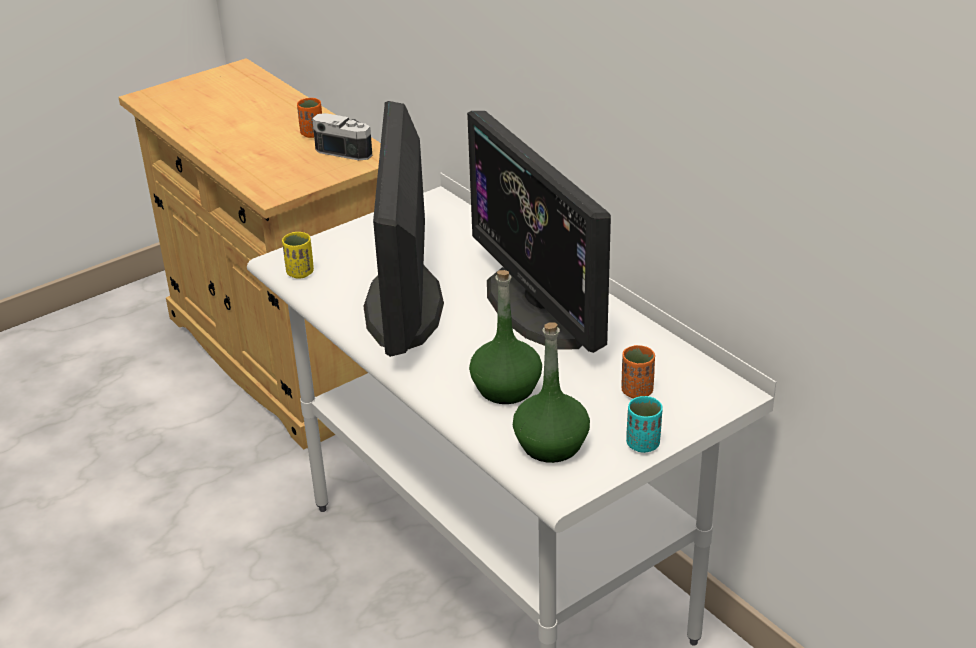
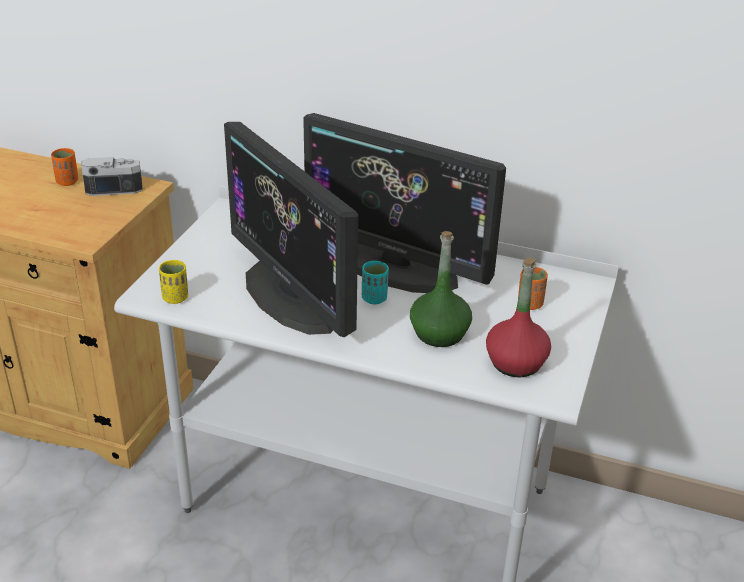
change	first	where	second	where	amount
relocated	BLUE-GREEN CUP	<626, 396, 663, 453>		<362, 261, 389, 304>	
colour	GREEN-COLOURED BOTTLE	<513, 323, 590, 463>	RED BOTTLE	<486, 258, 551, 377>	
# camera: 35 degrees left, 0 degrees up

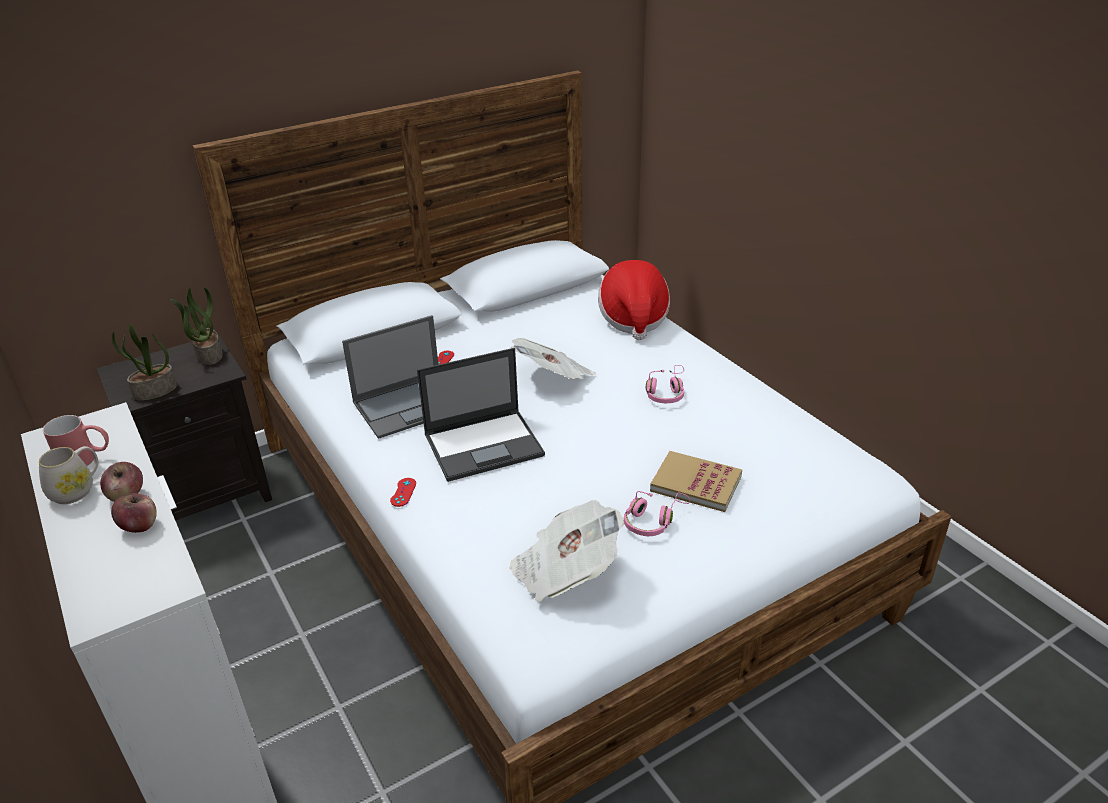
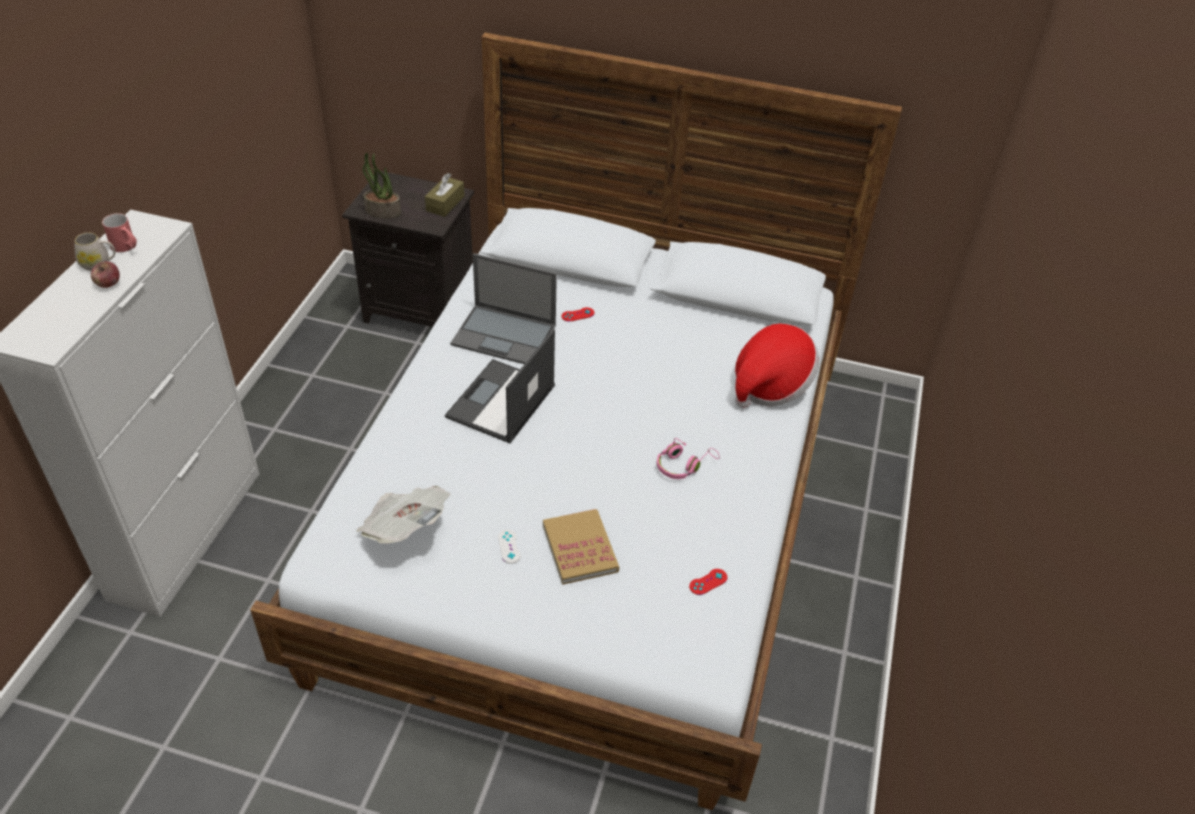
change	first	where	second	where	amount
exchanged	PLANT IN A POT	<170, 287, 223, 365>	BROWN TISSUE BOX	<425, 173, 465, 217>	
spun	NOTEBOOK COMPUTER	<417, 348, 545, 482>		<445, 329, 555, 443>	90 degrees clockwise
exchanged	PINK-COLOURED PAIR OF HEADPHONES	<624, 491, 690, 536>	WHITE-COLOURED GAMEPAD	<498, 530, 521, 564>	
relocated	RED GAMEPAD	<390, 478, 416, 507>		<689, 569, 727, 595>	
missing	APPLE	<111, 493, 157, 533>			
missing	DAILY PAPER	<511, 338, 596, 379>			
# camera: 45 degrees right, 10 degrees up

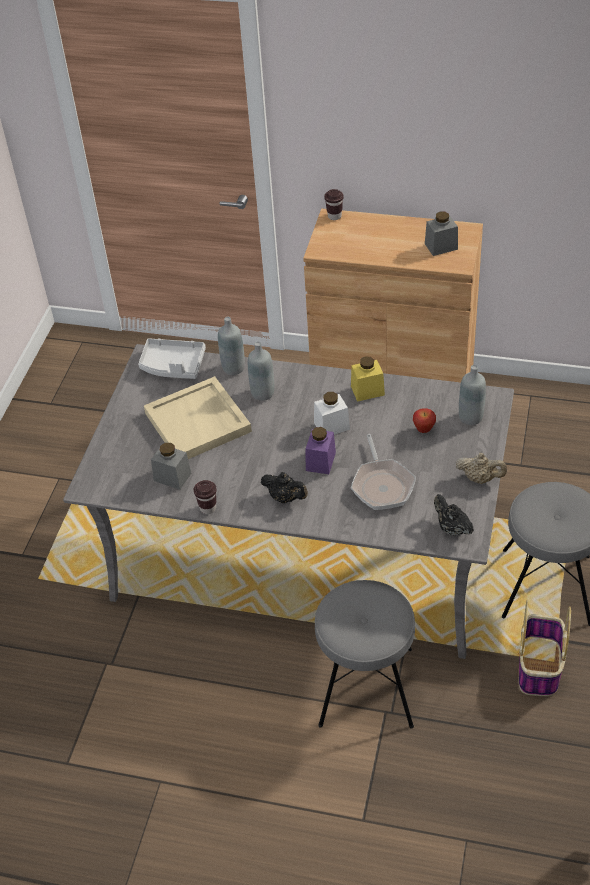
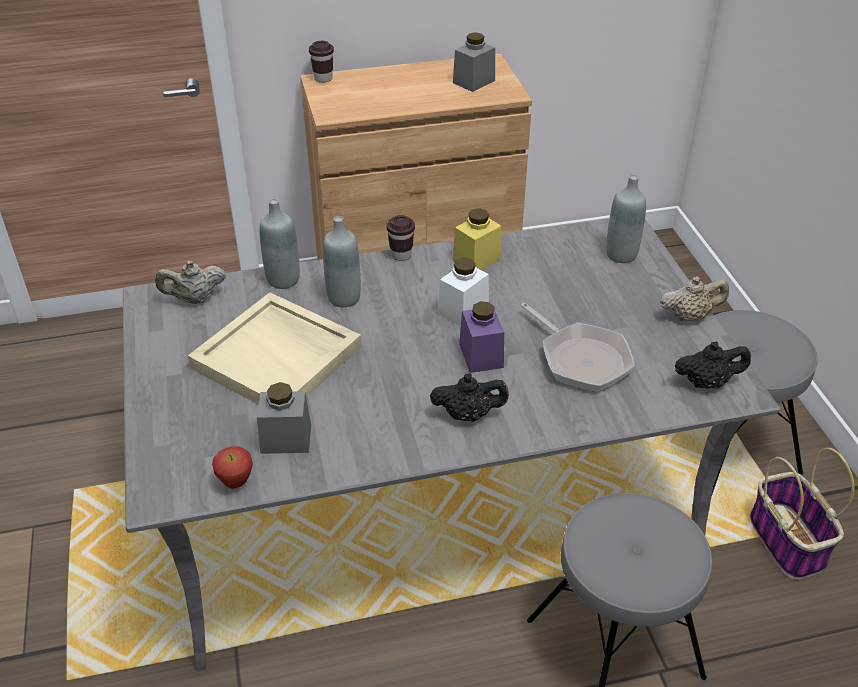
change	first	where	second	where	amount
exchanged	GREY SERVING TRAY	<138, 338, 206, 379>	BEIGE-COLOURED TEA POT	<155, 261, 226, 304>	
relocated	APPLE	<413, 408, 436, 433>		<212, 446, 253, 489>	
relocated	BROWN CUP	<194, 480, 217, 514>		<386, 215, 415, 261>	
spun	BLACKISH TEA POT	<434, 494, 474, 536>		<675, 342, 751, 388>	150 degrees clockwise
# camera: 30 degrees left, 5 degrees down

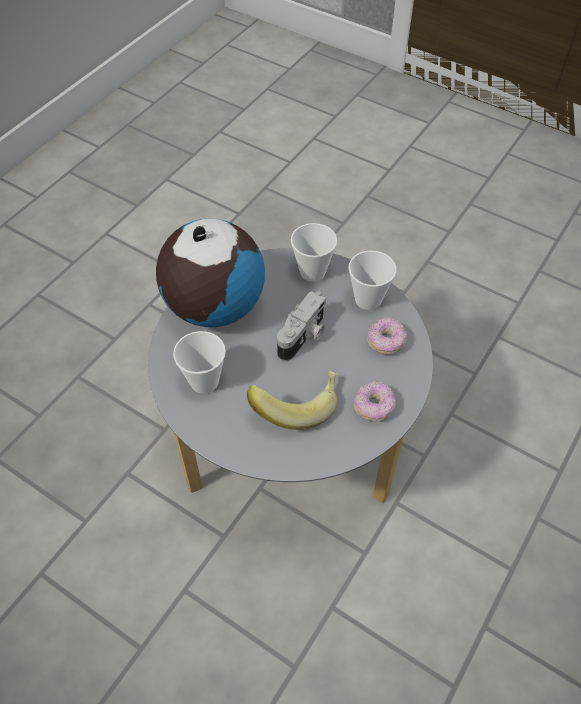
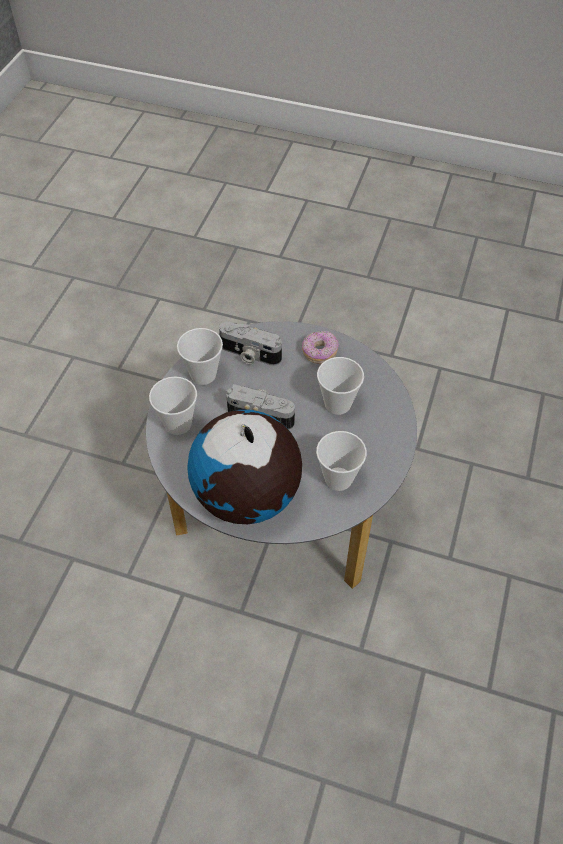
change	first	where	second	where	amount
exchanged	DOUGHNUT	<367, 317, 407, 354>	STILL CAMERA	<219, 321, 282, 366>	
exchanged	BANANA FRUIT	<247, 371, 338, 430>	CUP	<317, 357, 364, 415>	
# camera: 105 degrees left, 0 degrees up

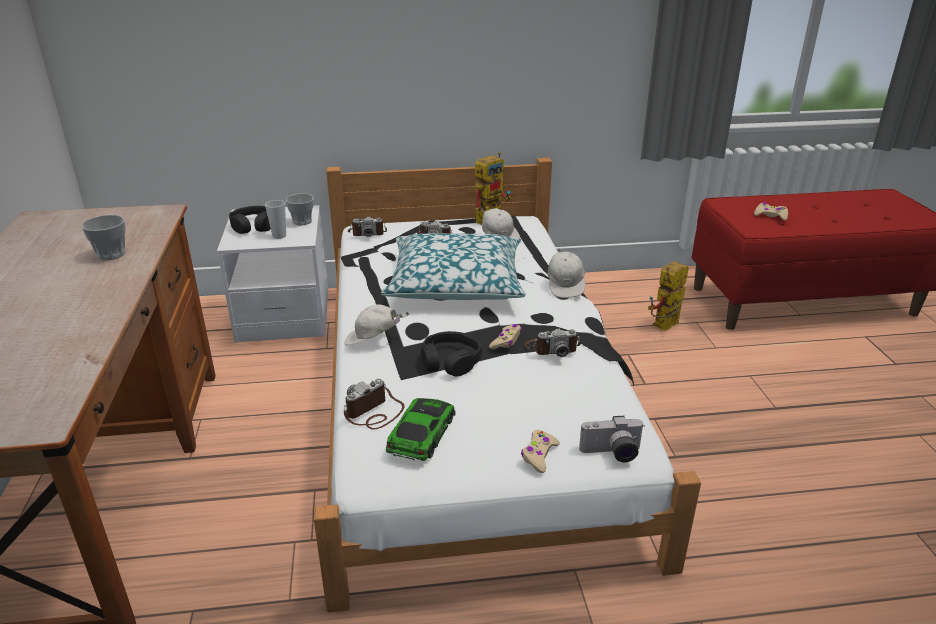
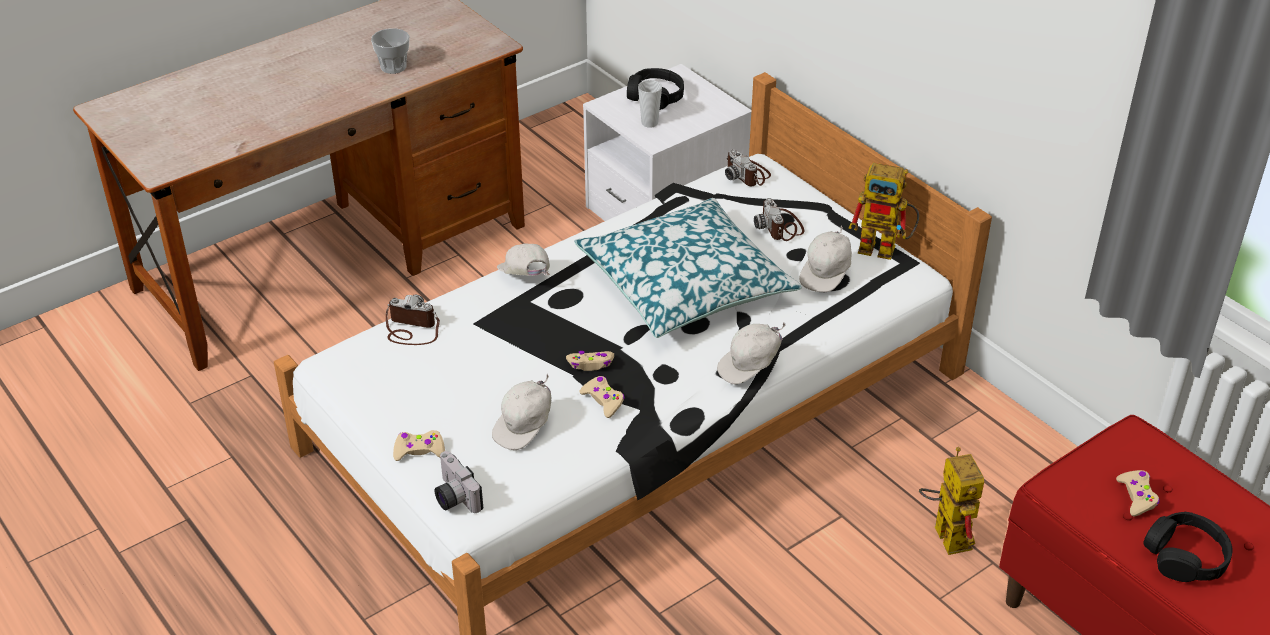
change	first	where	second	where	amount
appeared			WHITE-COLOURED PEAKED CAP	<492, 375, 552, 450>	
exchanged	STILL CAMERA	<525, 328, 581, 357>	BEIGE-COLOURED GAMEPAD	<580, 376, 625, 418>	
spun	ROBOT FIGURE	<648, 261, 689, 331>		<919, 447, 984, 555>	60 degrees clockwise
relocated	BLACKISH PAIR OF HEADPHONES	<421, 331, 482, 377>		<1143, 512, 1233, 582>	
missing	CUP	<285, 193, 314, 225>			
missing	MODEL CAR	<386, 398, 456, 461>			
# camera: 60 degrees right, 10 degrees up

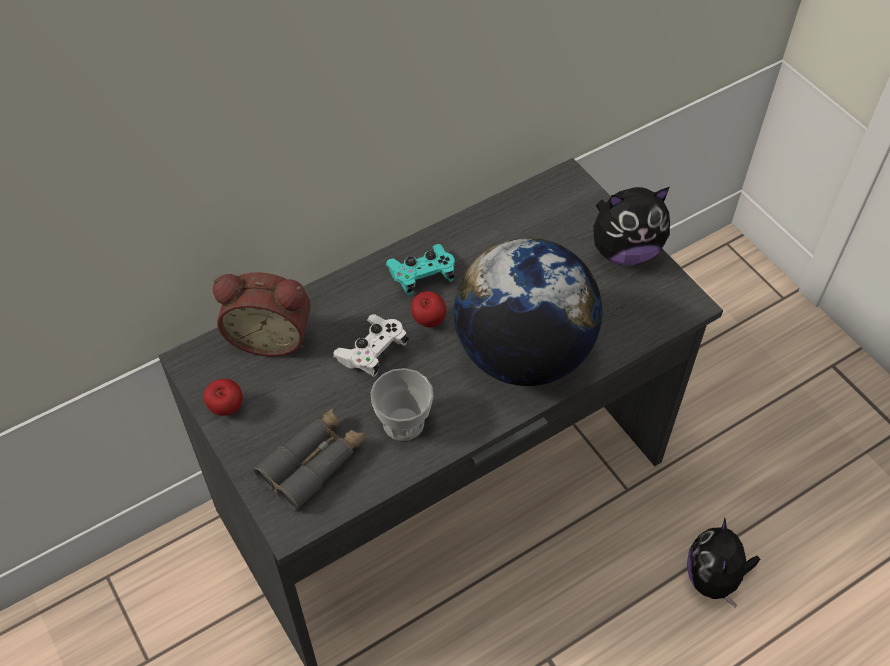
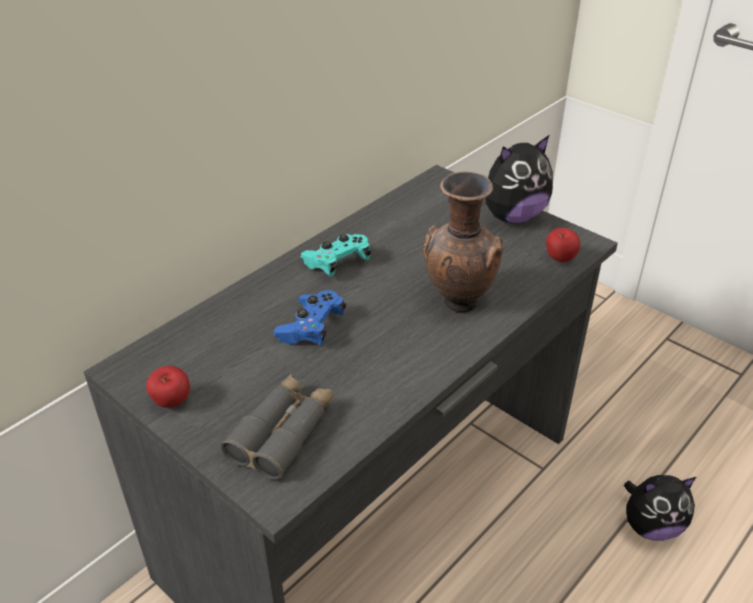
change	first	where	second	where	amount
colour	WHITE-COLOURED GAMEPAD	<333, 314, 408, 377>	BLUE GAMEPAD	<274, 290, 346, 345>	
exchanged	DESK GLOBE	<454, 238, 602, 386>	BROWN VASE	<423, 171, 503, 312>	
relocated	APPLE	<411, 291, 446, 327>		<546, 228, 580, 262>	
spun	PLUSH TOY	<687, 517, 760, 607>		<624, 475, 696, 541>	90 degrees counterclockwise
missing	BEDSIDE CLOCK	<213, 272, 311, 357>			
missing	CUP	<371, 368, 434, 441>			
# camera: 15 degrees left, 15 degrees down

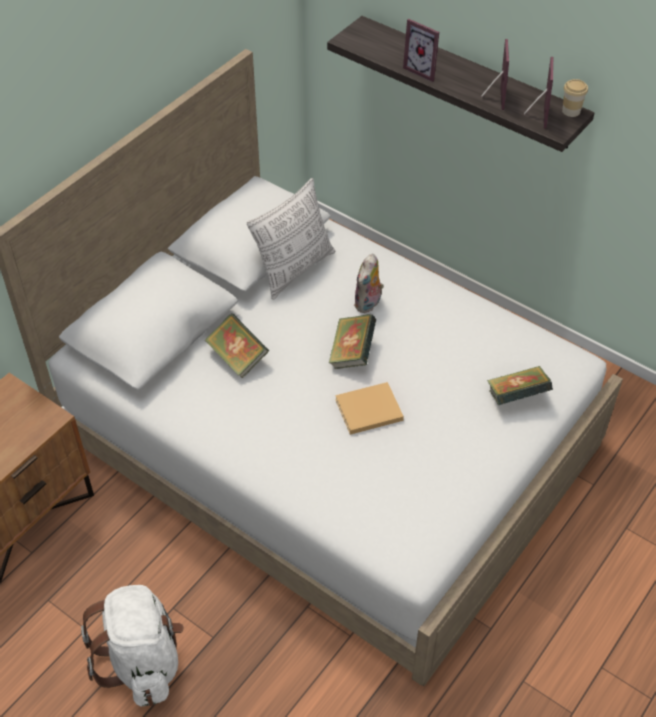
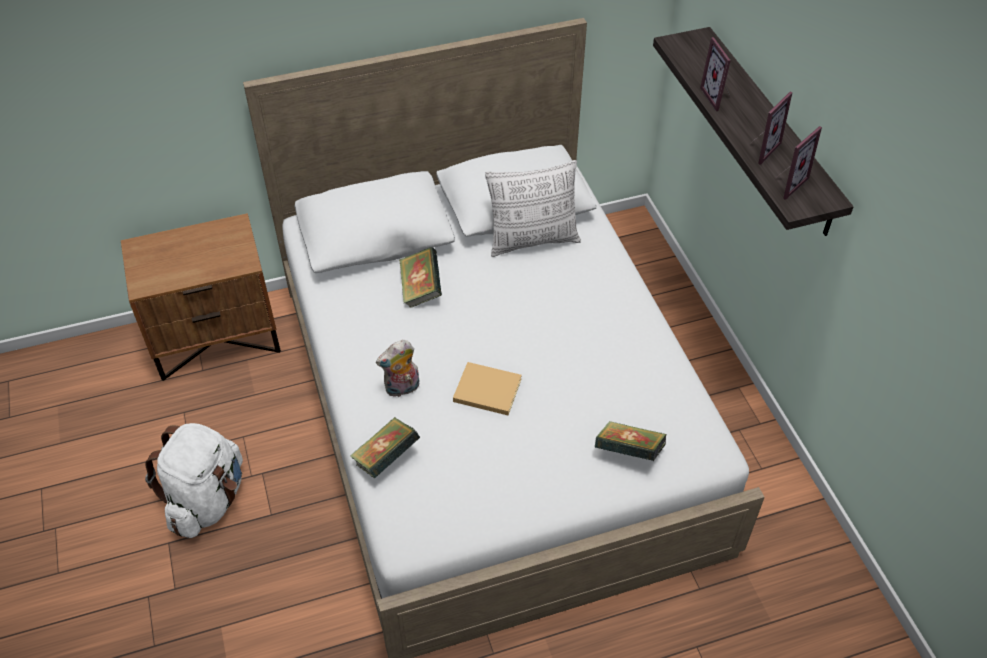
change	first	where	second	where	amount
relocated	VOLUME	<329, 314, 376, 369>		<350, 417, 420, 478>	
relocated	PLUSH TOY	<354, 254, 384, 313>		<376, 340, 419, 397>	
missing	CUP	<562, 79, 588, 117>			
# camera: 35 degrees right, 0 degrees up

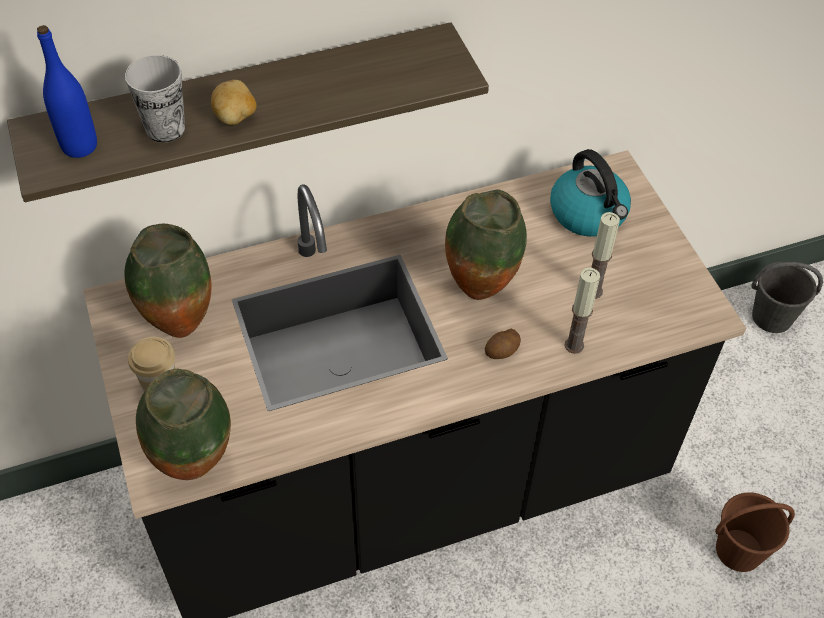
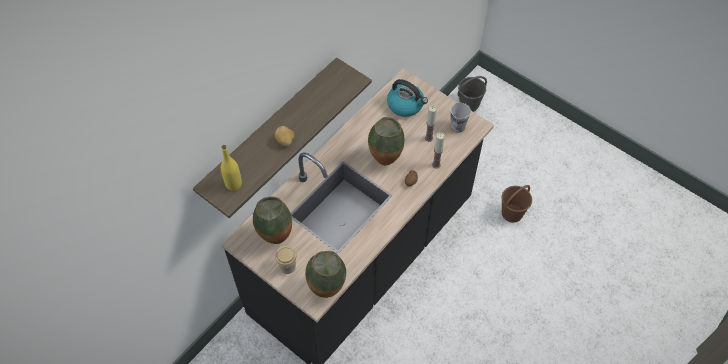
change	first	where	second	where	amount
colour	BLUE BOTTLE	<37, 25, 97, 158>	YELLOWISH BOTTLE	<221, 145, 242, 191>	
relocated	CUP	<125, 55, 185, 143>		<451, 102, 471, 133>	
# camera: 30 degrees left, 5 degrees up

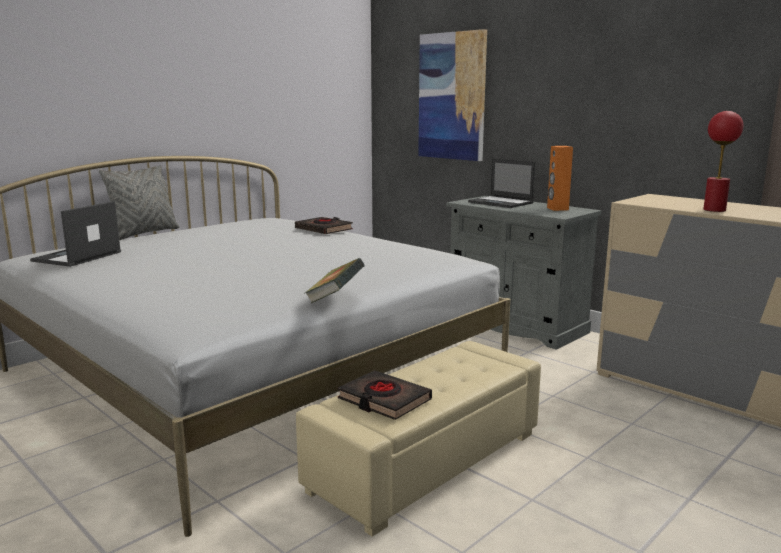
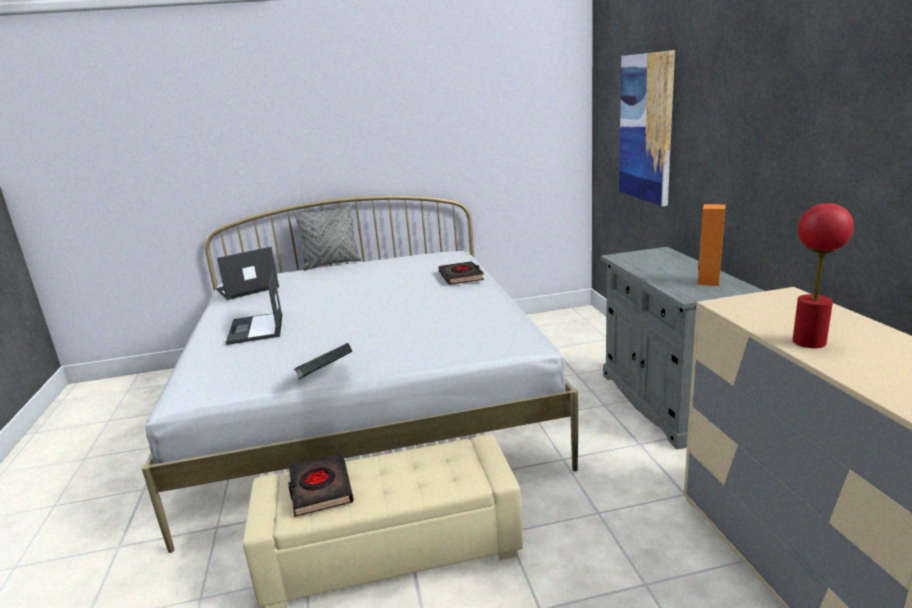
change	first	where	second	where	amount
relocated	NOTEBOOK COMPUTER	<468, 158, 535, 208>		<226, 269, 282, 345>	
# camera: 35 degrees right, 5 degrees up

